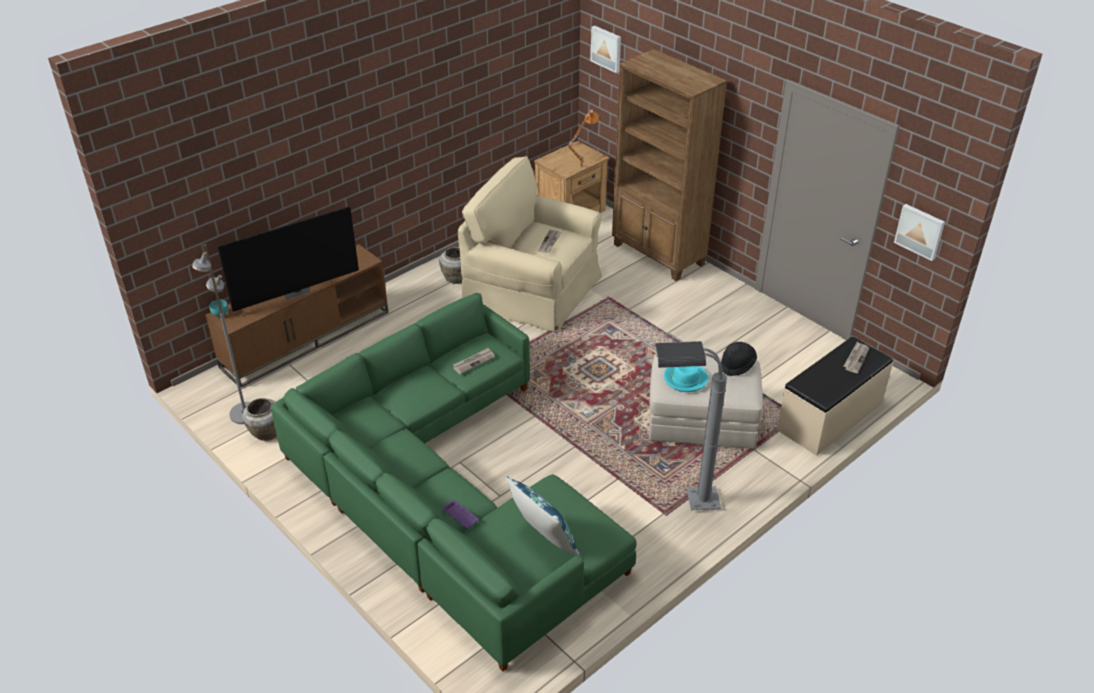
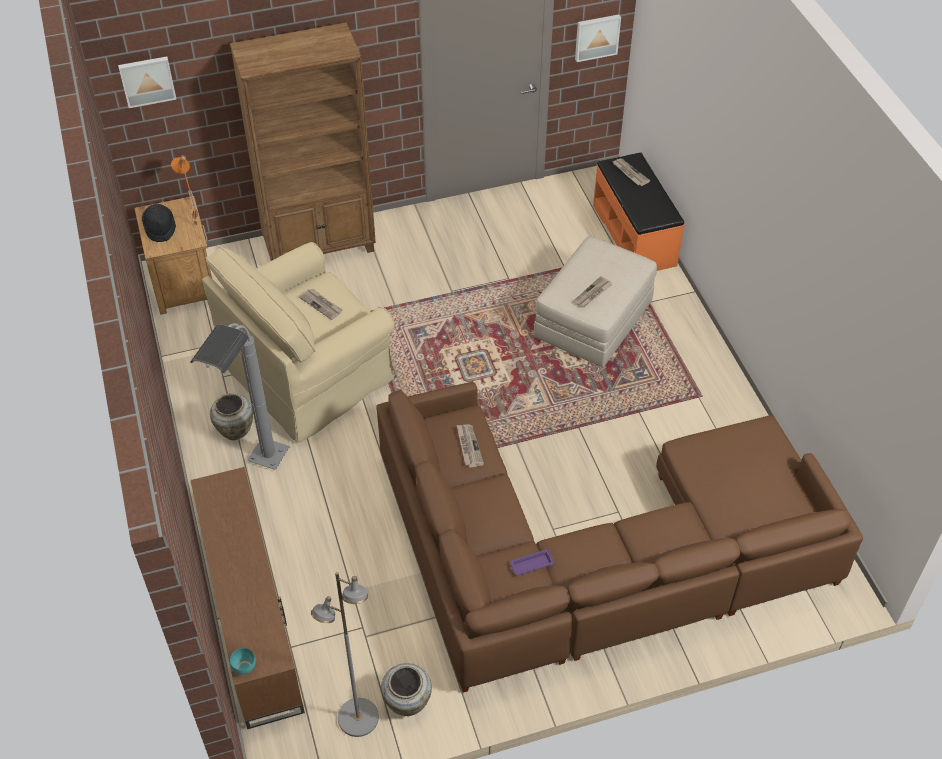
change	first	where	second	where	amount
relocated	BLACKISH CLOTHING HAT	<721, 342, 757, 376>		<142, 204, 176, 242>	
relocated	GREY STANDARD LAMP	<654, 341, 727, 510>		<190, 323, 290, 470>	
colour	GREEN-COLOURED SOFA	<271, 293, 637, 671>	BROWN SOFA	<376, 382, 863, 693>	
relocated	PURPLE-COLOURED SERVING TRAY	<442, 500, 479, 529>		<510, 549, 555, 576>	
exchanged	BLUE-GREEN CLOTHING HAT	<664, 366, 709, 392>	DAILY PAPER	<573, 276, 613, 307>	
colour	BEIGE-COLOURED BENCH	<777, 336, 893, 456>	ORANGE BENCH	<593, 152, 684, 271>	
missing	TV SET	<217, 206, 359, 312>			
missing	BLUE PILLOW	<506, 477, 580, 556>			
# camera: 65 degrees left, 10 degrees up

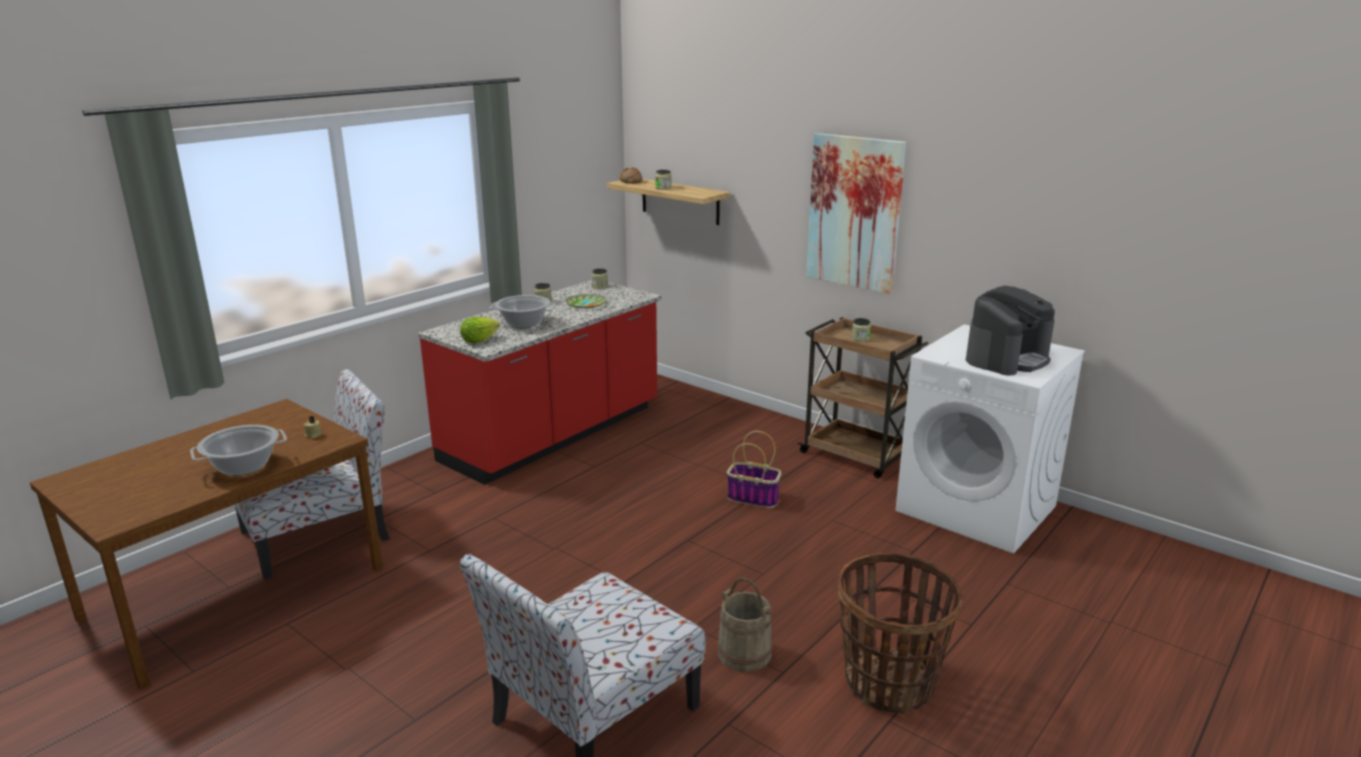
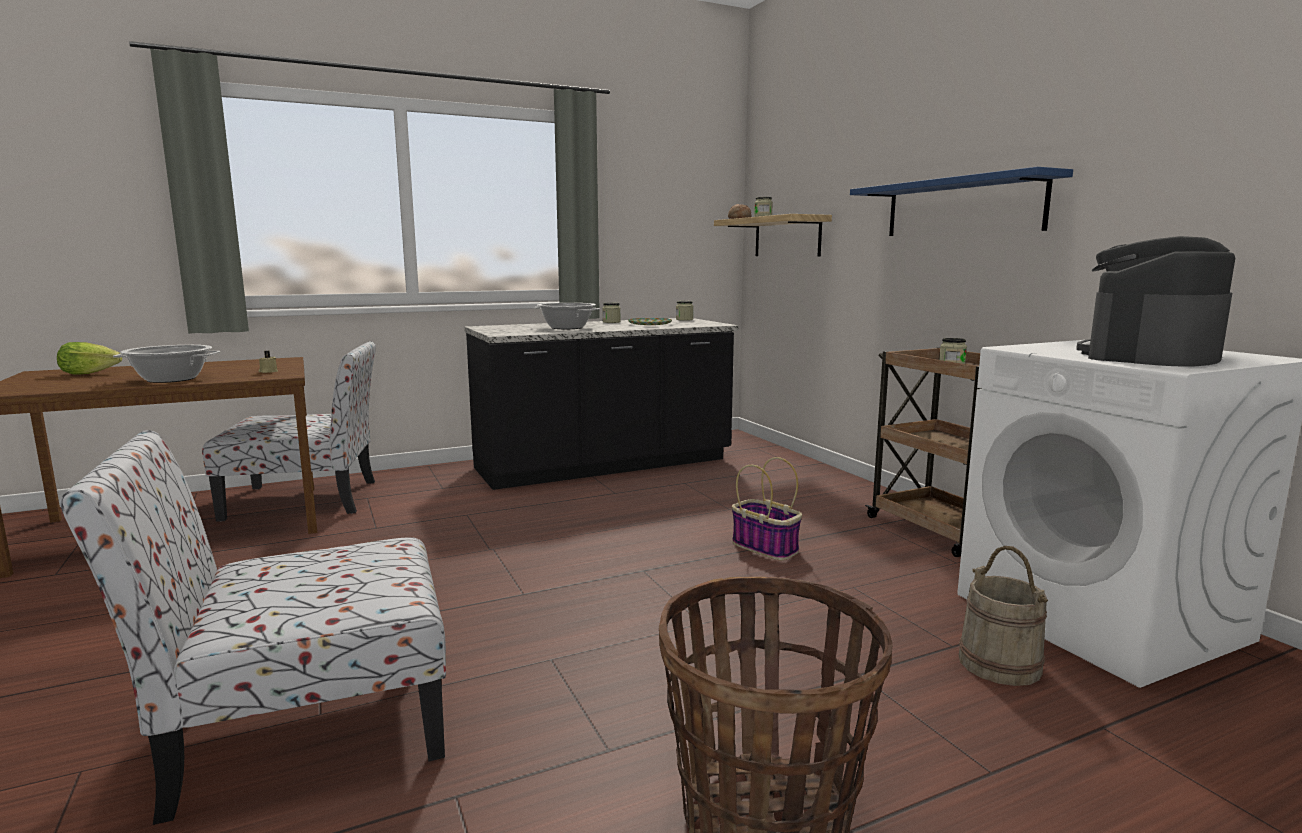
change	first	where	second	where	amount
relocated	LETTUCE HEAD	<460, 317, 500, 343>		<57, 342, 122, 374>	
colour	RED COUNTER	<418, 280, 661, 485>	BLACKISH COUNTER	<464, 318, 738, 490>	
exchanged	WALL PICTURE	<806, 133, 906, 294>	BLUE BRACKET SHELF	<850, 167, 1073, 236>	
relocated	BEIGE-COLOURED BUCKET	<717, 577, 773, 672>		<959, 546, 1048, 686>	
spun	COFFEE MAKER	<966, 286, 1055, 376>		<1076, 236, 1235, 366>	150 degrees clockwise
# camera: 25 degrees right, 10 degrees down

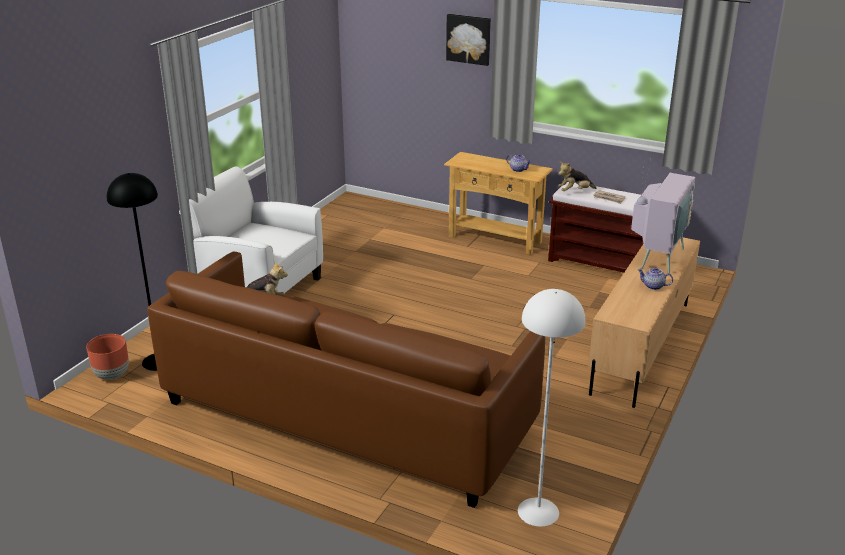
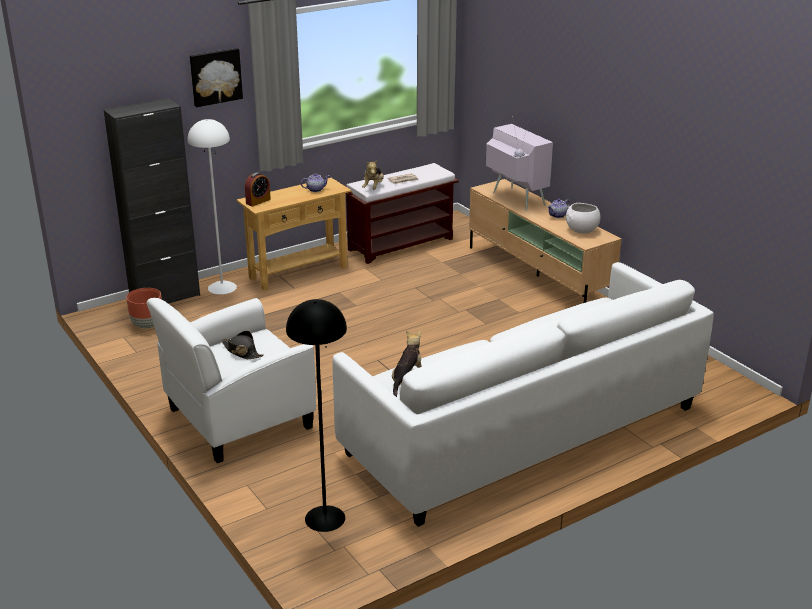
change	first	where	second	where	amount
appeared			BLACKISH CABINET	<104, 98, 200, 304>	
relocated	BROWN PLANTER	<86, 334, 129, 380>		<126, 288, 162, 329>	
relocated	WHITE-COLOURED STANDARD LAMP	<518, 289, 586, 527>		<187, 119, 237, 294>	
appeared			BLACKISH CLOTHING HAT	<221, 331, 264, 359>	
appeared			BEDSIDE CLOCK	<245, 172, 271, 207>	
colour	BROWN SOFA	<147, 252, 545, 508>	WHITE-COLOURED SOFA	<333, 262, 714, 527>	
appeared			WHITE-COLOURED DEEP DISH	<565, 203, 600, 234>	
# camera: 60 degrees left, 0 degrees up

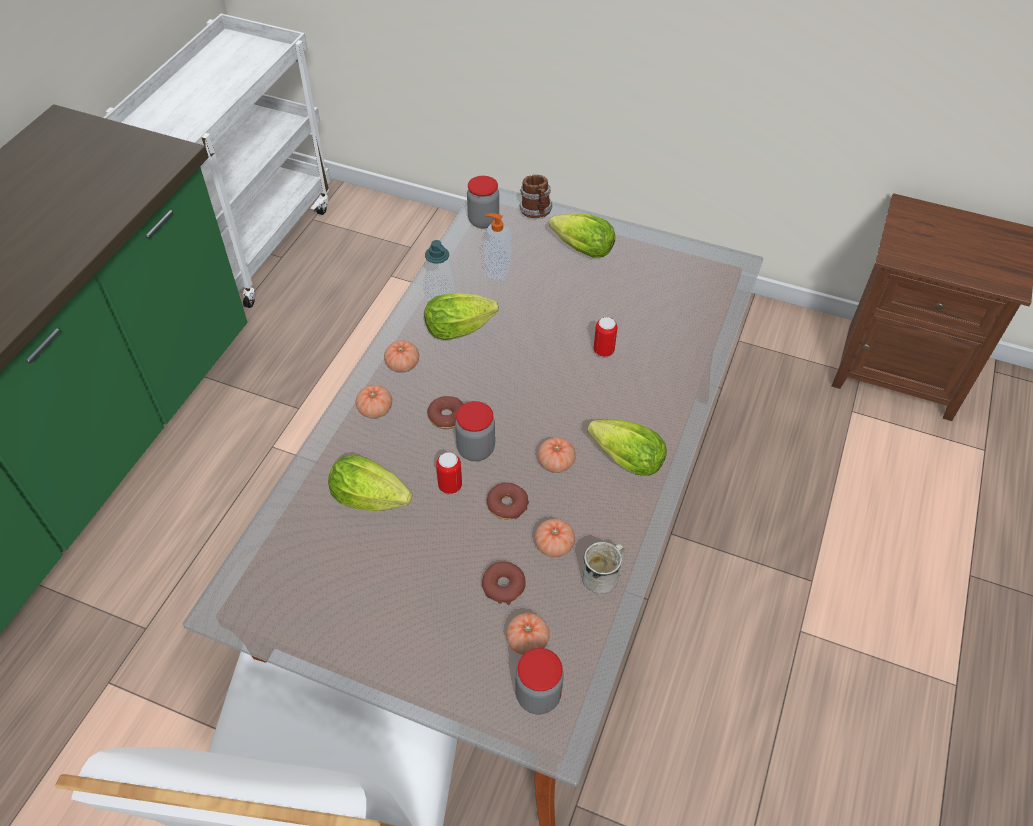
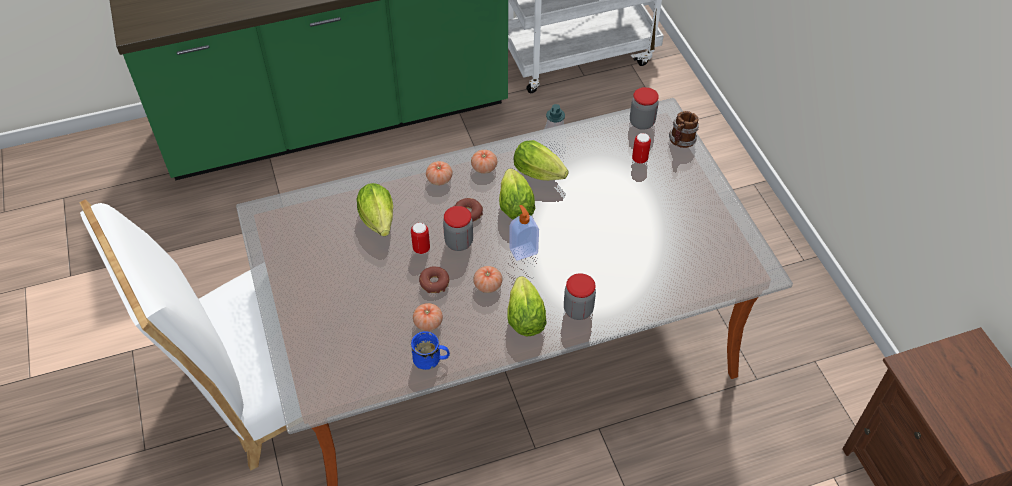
change	first	where	second	where	amount
colour	WHITE-COLOURED COFFEE MUG	<582, 542, 625, 593>	BLUE COFFEE MUG	<411, 331, 450, 370>	
relocated	LETTUCE HEAD	<549, 213, 615, 258>		<499, 168, 535, 220>	
relocated	SOAP DISPENSER	<484, 213, 511, 281>		<509, 205, 539, 261>	
relocated	STORAGE JAR	<515, 648, 564, 715>		<564, 273, 596, 320>	
relocated	SEALED CAN	<594, 317, 617, 357>		<632, 133, 651, 164>	
missing	DOUGHNUT	<482, 562, 526, 605>			
missing	WHOLE TOMATO	<506, 613, 550, 655>			
# camera: 50 degrees right, 0 degrees up

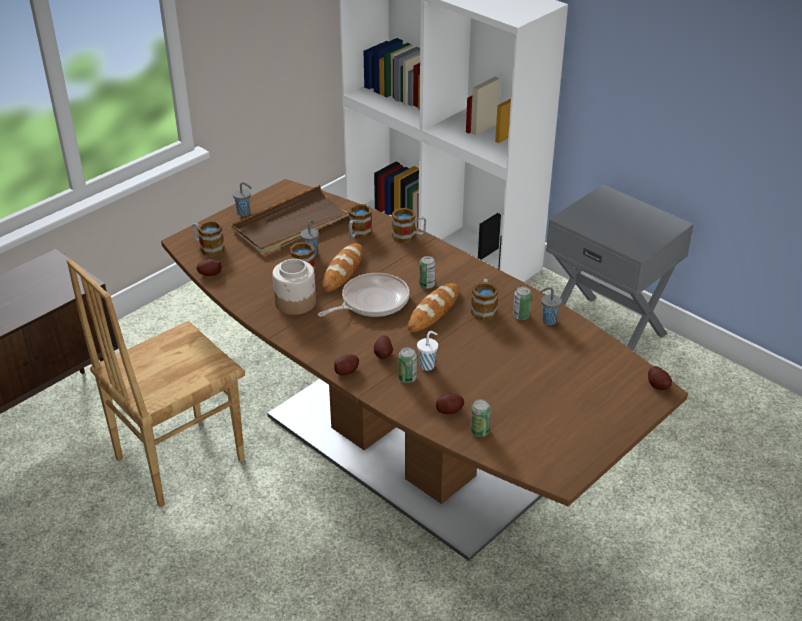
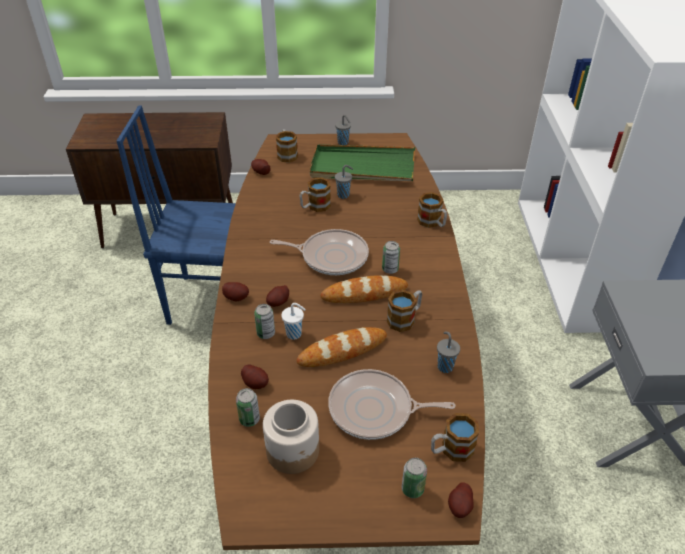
change	first	where	second	where	amount
colour	BROWN UPRIGHT CHAIR	<67, 259, 245, 507>	BLUE UPRIGHT CHAIR	<117, 106, 236, 325>	
relocated	STORAGE JAR	<272, 259, 316, 315>		<263, 400, 319, 474>	
relocated	BAKED BREAD	<322, 243, 363, 292>		<297, 327, 387, 367>	
colour	BROWN SERVING TRAY	<231, 185, 349, 255>	GREEN-COLOURED SERVING TRAY	<310, 144, 415, 181>	
appeared			SKILLET	<328, 369, 456, 440>	
relocated	SEALED CAN	<513, 286, 532, 320>		<402, 458, 427, 498>	
relocated	COFFEE MUG	<349, 204, 372, 239>		<431, 413, 479, 462>	
# camera: 45 degrees right, 5 degrees up

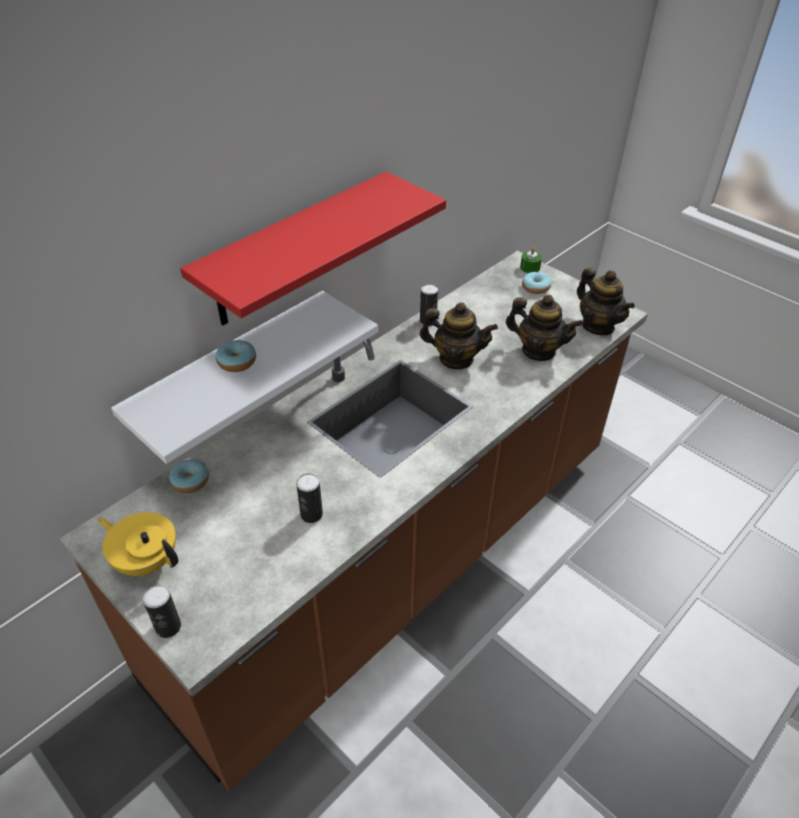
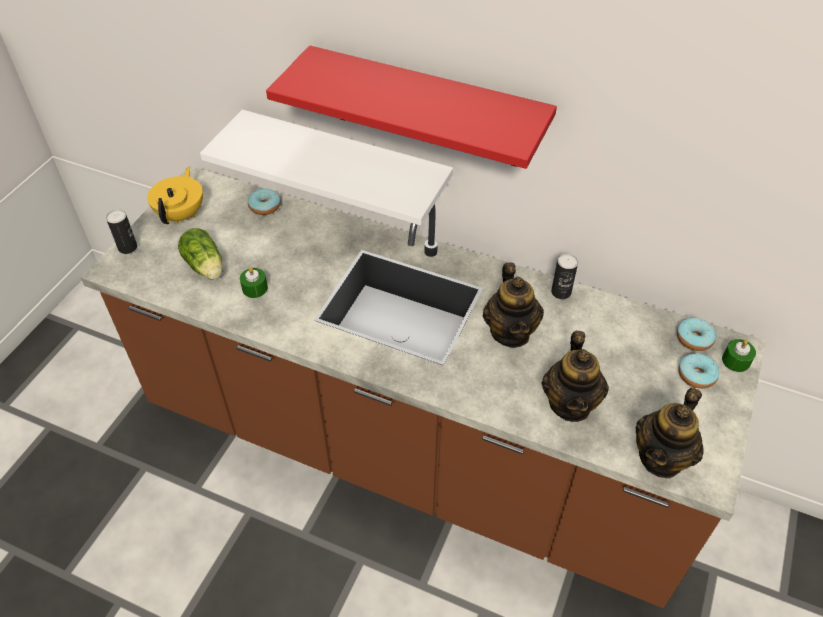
change	first	where	second	where	amount
appeared			LETTUCE HEAD	<178, 228, 223, 279>	
exchanged	SEALED CAN	<296, 473, 323, 523>	GREEN-COLOURED CANDLE	<240, 267, 268, 298>	
relocated	DOUGHNUT	<216, 340, 256, 372>		<677, 318, 717, 351>	
# camera: 70 degrees right, 5 degrees up

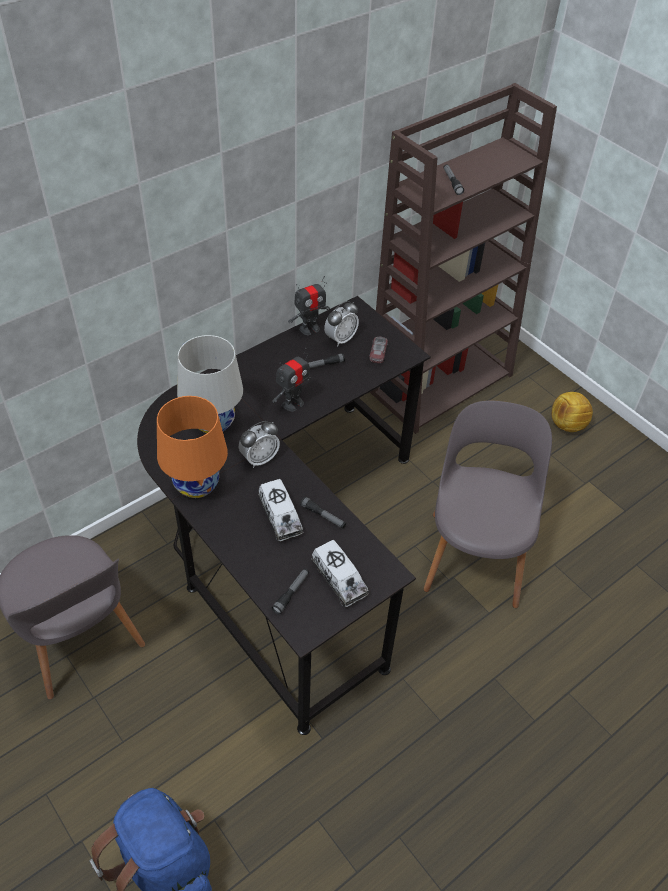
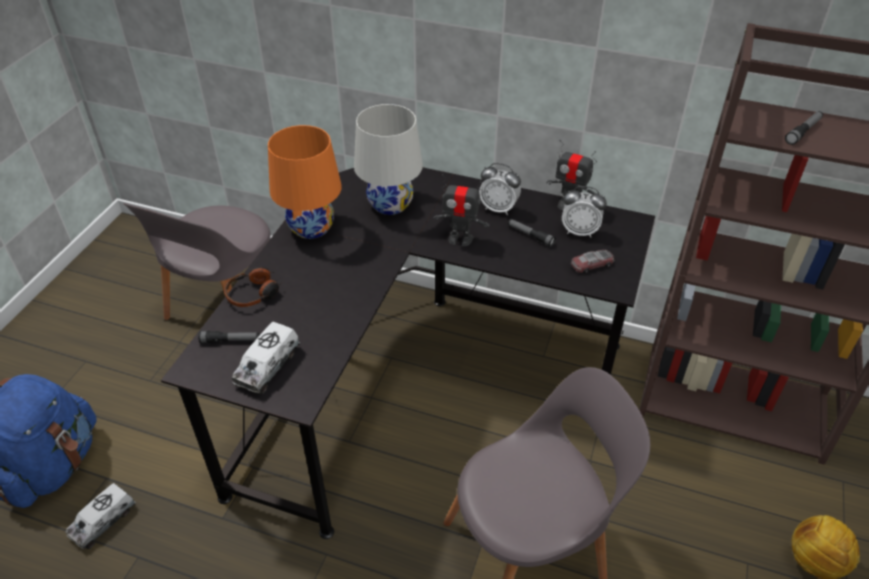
change	first	where	second	where	amount
relocated	MODEL TRUCK	<258, 479, 303, 542>		<65, 483, 136, 549>	
appeared			PAIR OF HEADPHONES	<224, 267, 281, 307>	
relocated	BEDSIDE CLOCK	<239, 421, 280, 468>		<479, 163, 521, 215>	
missing	FLASHLIGHT	<300, 497, 346, 529>			
# camera: 60 degrees right, 5 degrees down

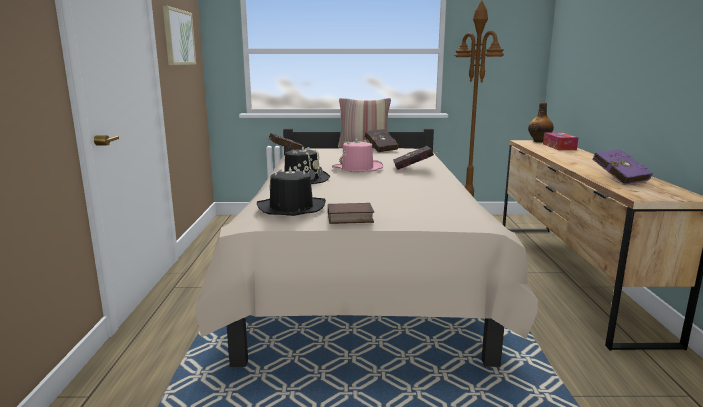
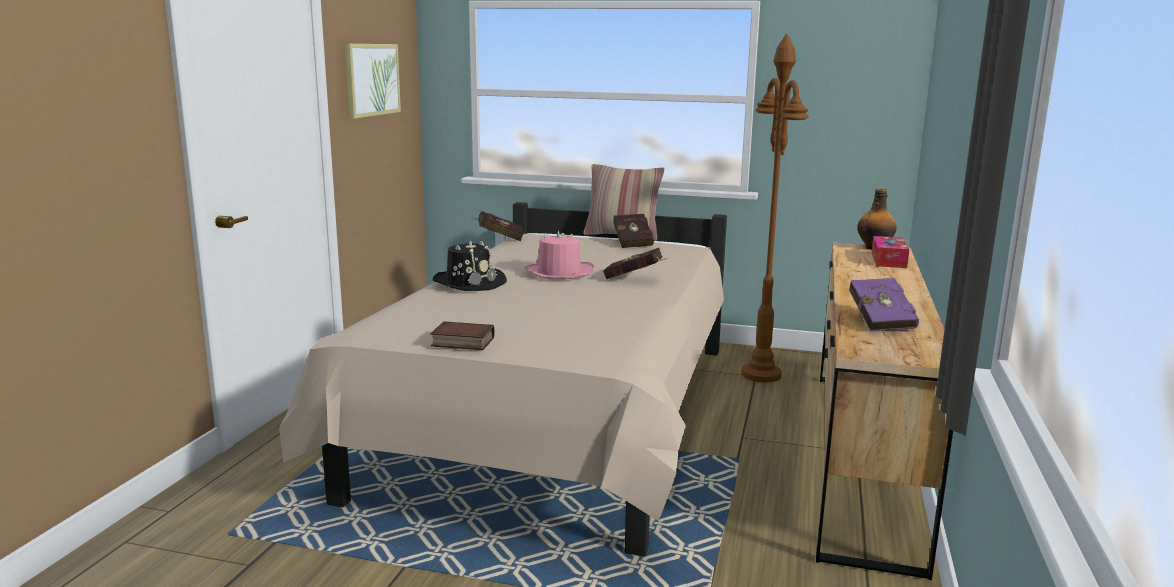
change	first	where	second	where	amount
missing	BLACKISH CLOTHING HAT	<257, 167, 326, 216>			
# camera: 15 degrees right, 0 degrees up

